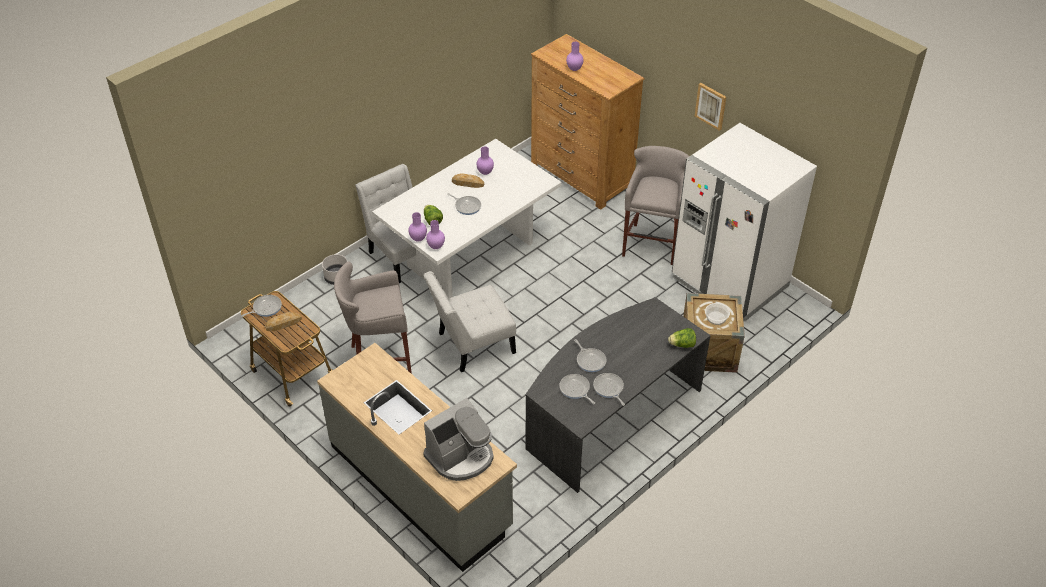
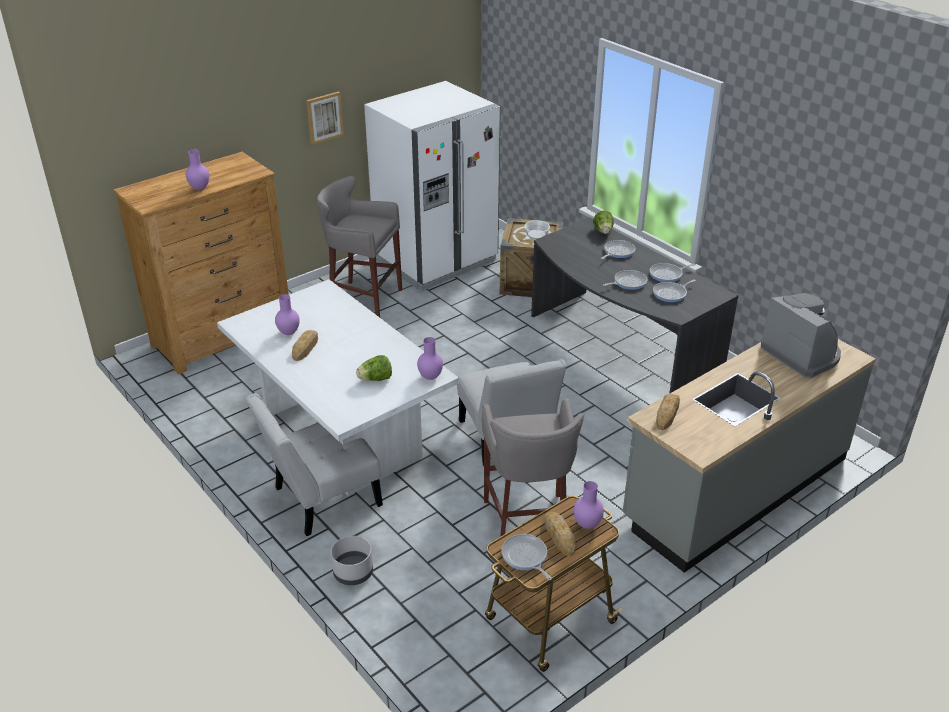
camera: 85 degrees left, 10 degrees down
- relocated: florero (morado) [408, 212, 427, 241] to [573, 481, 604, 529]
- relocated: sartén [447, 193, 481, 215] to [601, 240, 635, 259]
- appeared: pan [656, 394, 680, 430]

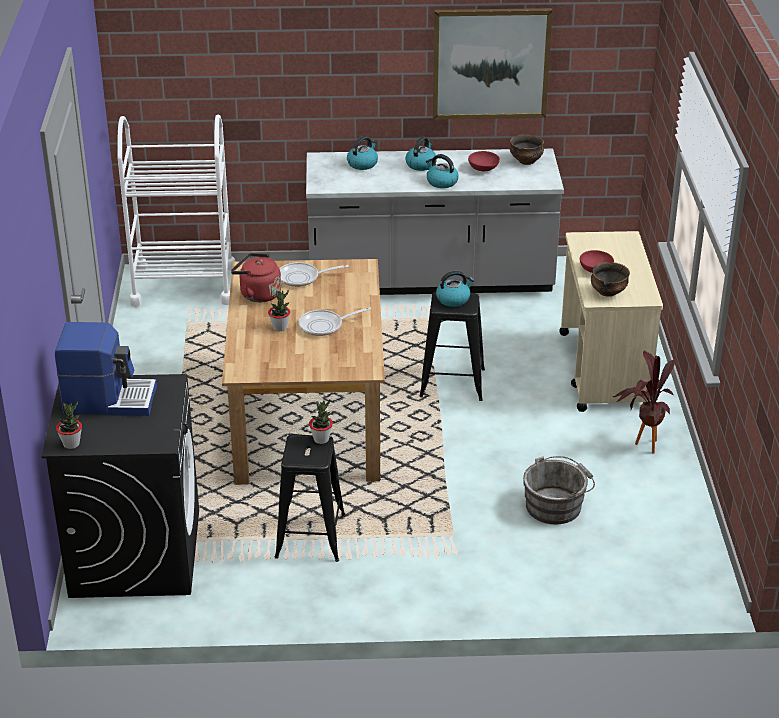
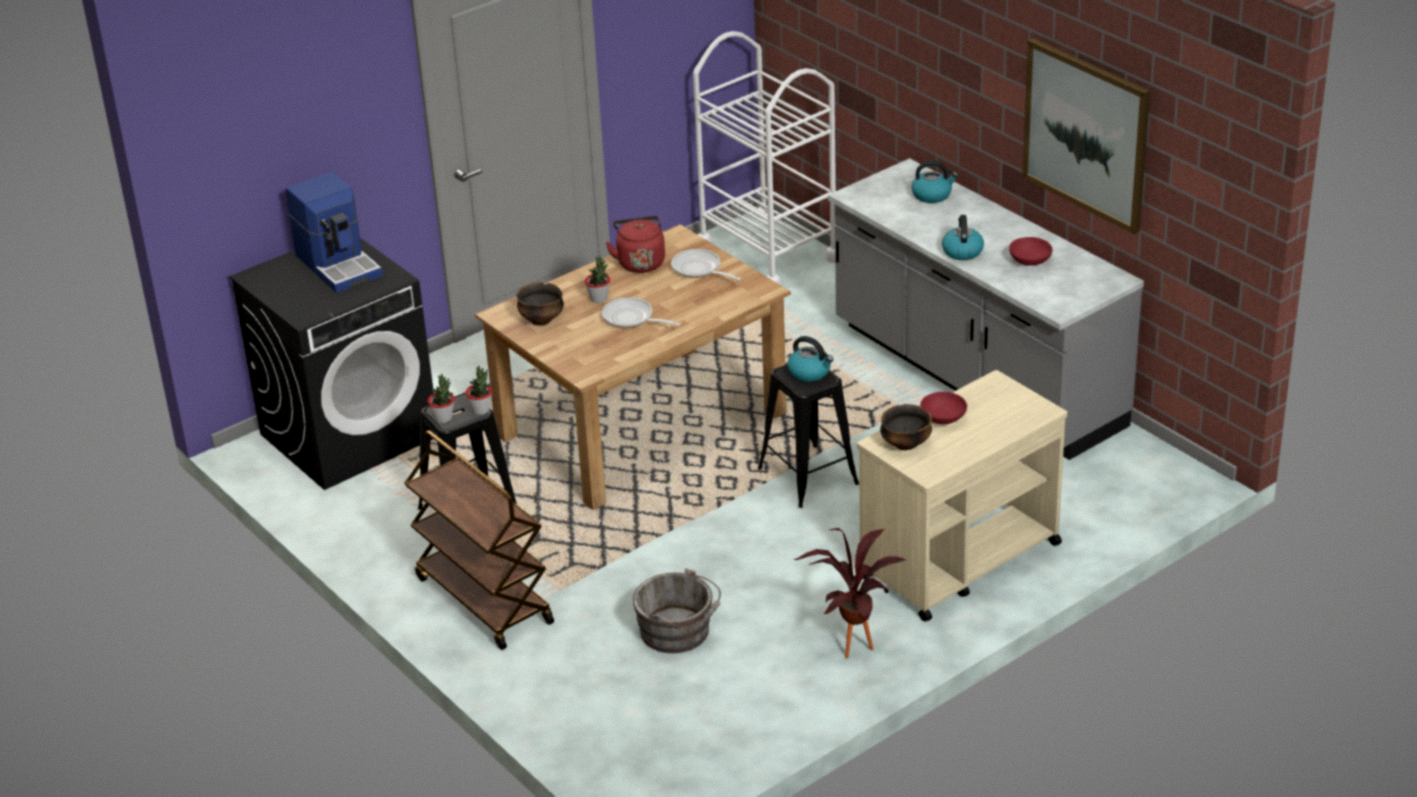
camera: 55 degrees right, 0 degrees up
- appeared: carrito (marrón) [405, 430, 554, 650]
- relocated: planta en maceta [56, 401, 82, 449] to [428, 374, 455, 423]
- relocated: cuenco [510, 134, 544, 165] to [516, 282, 564, 326]
- missing: hervidor [405, 137, 437, 171]

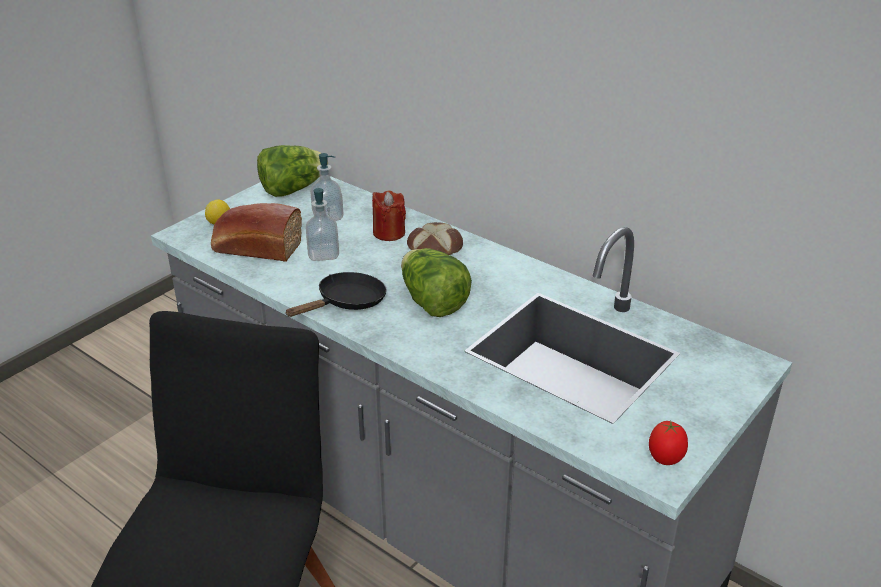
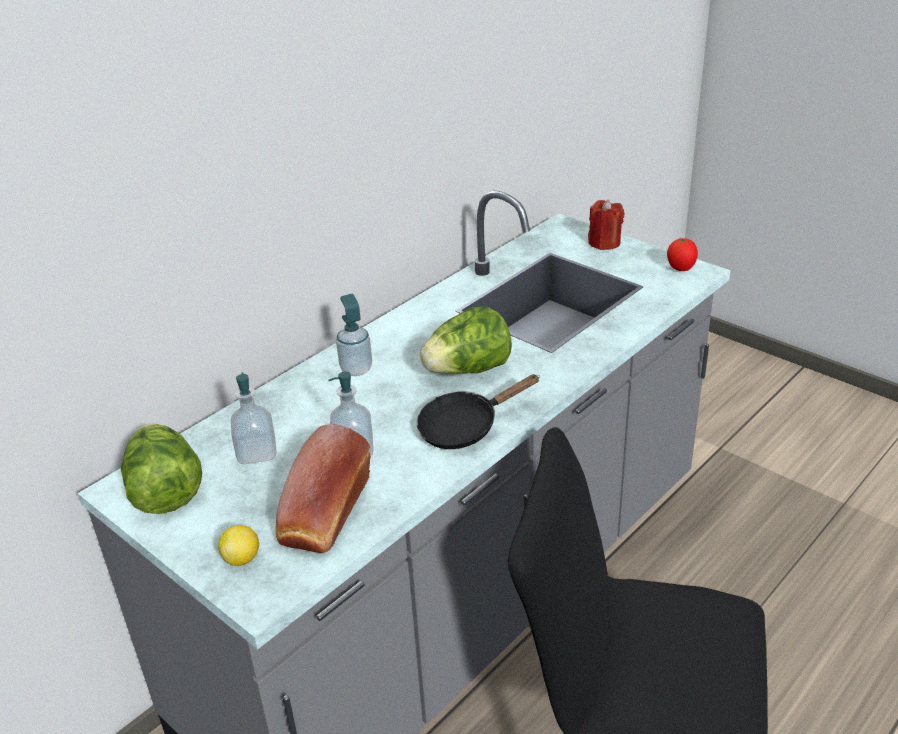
camera: 85 degrees left, 0 degrees up
- exchanged: pan [407, 222, 463, 255] to dispensador de jabón [336, 294, 372, 376]
- spun: sartén (negro) [285, 272, 387, 317] = [416, 374, 540, 449] 75 degrees counterclockwise
- relocated: vela (rojo) [372, 190, 406, 241] to [588, 200, 624, 250]

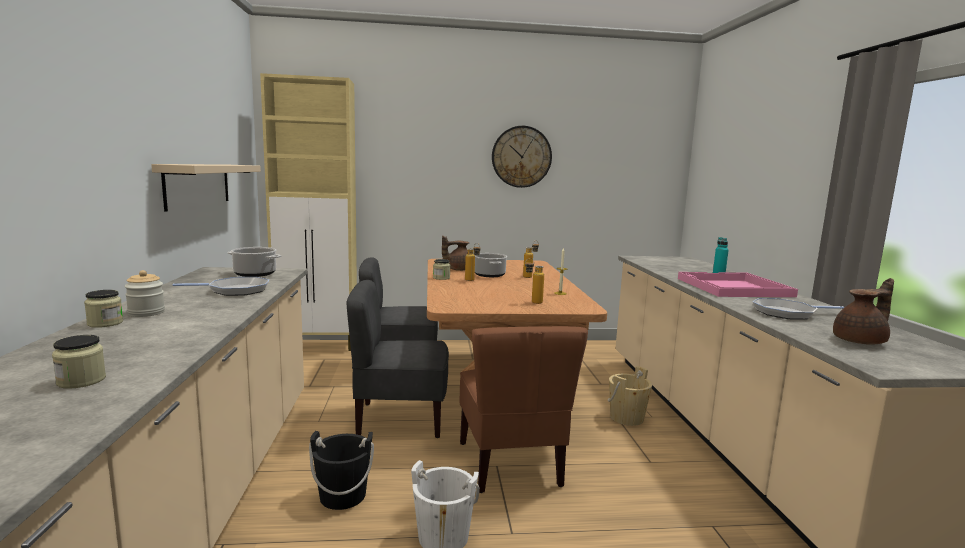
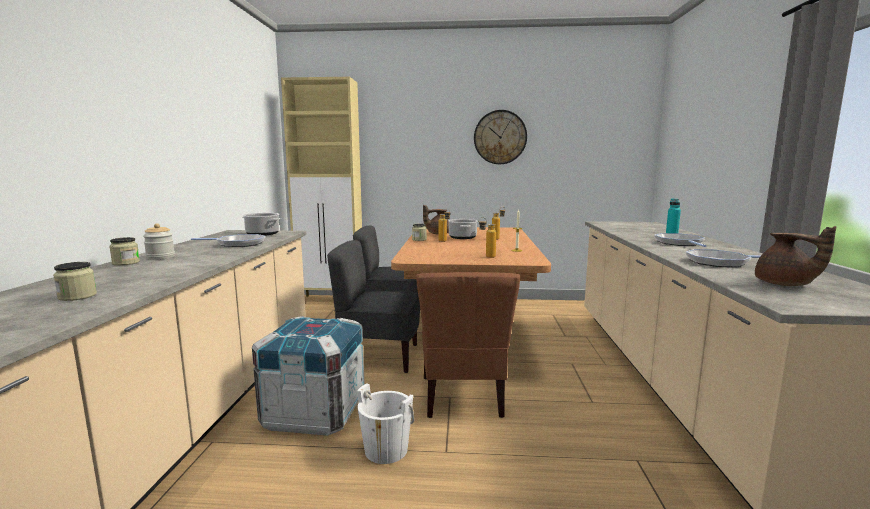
camera: 10 degrees right, 0 degrees up
- exchanged: cubo (negro) [309, 431, 374, 510] to caja de embalaje [252, 316, 365, 436]
- exchanged: bandeja (rosa) [678, 272, 798, 297] to sartén [654, 233, 706, 247]
- spun: tetera (marrón) [833, 278, 894, 345] = [755, 226, 836, 286] 75 degrees clockwise
- missing: estante (beis) [151, 164, 261, 212]
- missing: cubo (beis) [608, 366, 652, 426]

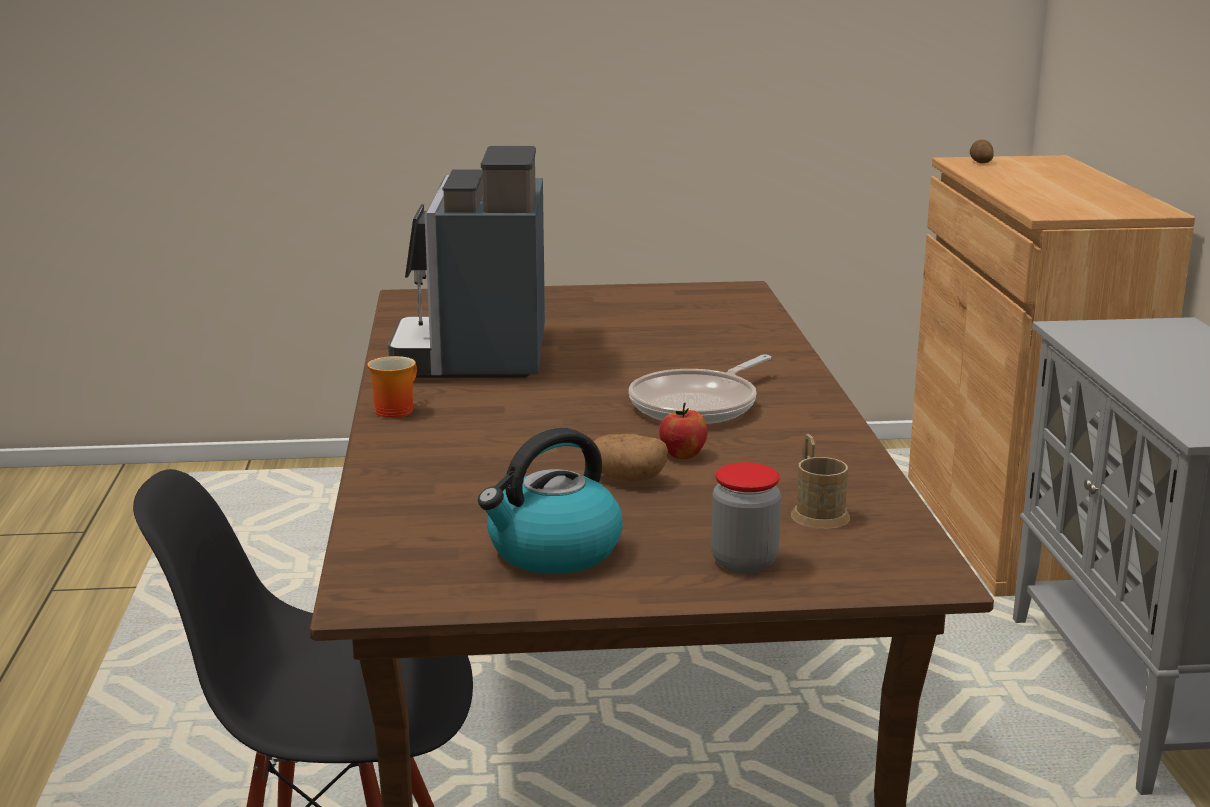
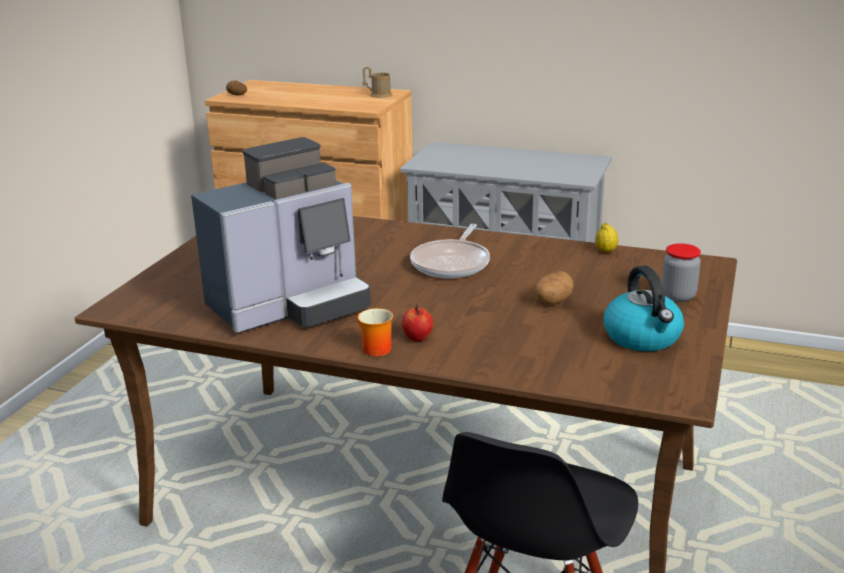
camera: 65 degrees left, 5 degrees up
- spun: cafetera [388, 146, 545, 378] = [191, 137, 371, 332] 60 degrees counterclockwise
- relocated: taza grande (marrón) [791, 434, 850, 529] to [363, 67, 392, 98]
- relocated: manzana [659, 403, 708, 459] to [402, 304, 434, 342]
- spun: sartén [629, 354, 771, 424] = [410, 224, 490, 278] 45 degrees clockwise
- appeared: limón [595, 223, 618, 253]

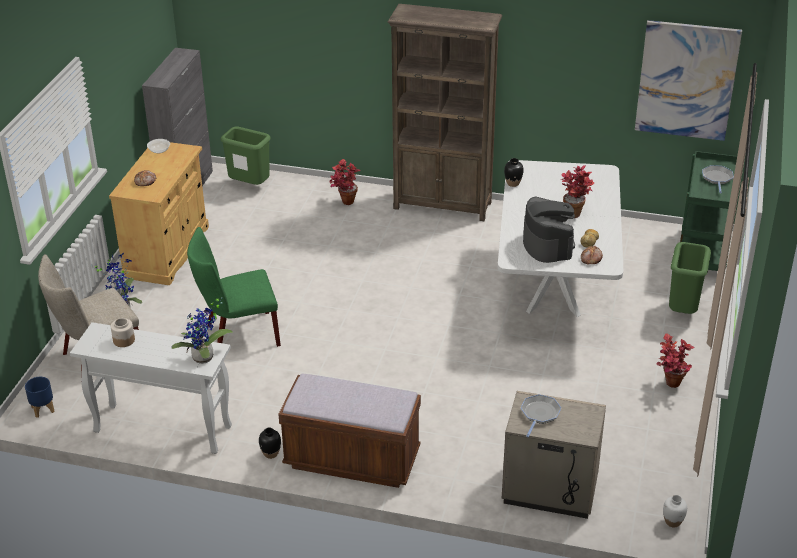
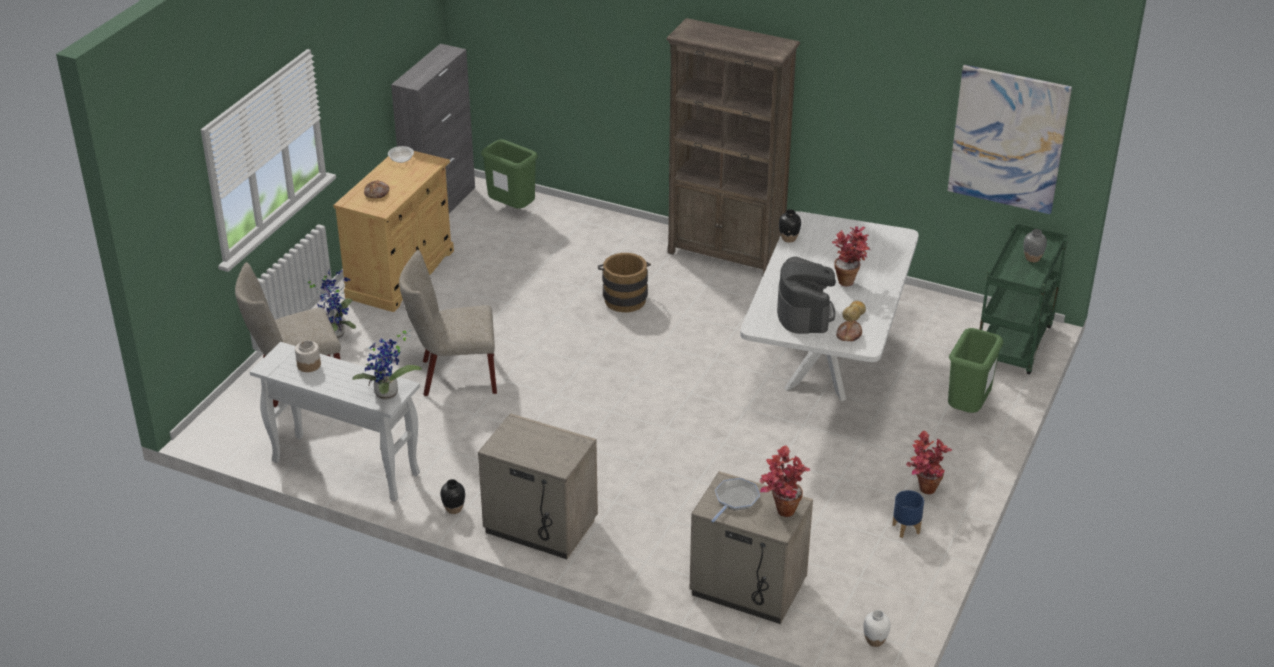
camera: 10 degrees right, 0 degrees up
- colour: silla (verde) [187, 227, 281, 347] to silla (beis) [399, 250, 497, 396]
- exchanged: banco (marrón) [278, 374, 421, 488] to mesita de noche (beis) [478, 413, 598, 559]
- appeared: cubo (marrón) [598, 253, 651, 312]
- relocated: planta en maceta [330, 159, 361, 205] to [760, 445, 810, 517]
- relocated: maceta (azul) [25, 377, 54, 418] to [892, 490, 924, 538]
- exchanged: sartén [702, 165, 734, 193] to florero (gris) [1024, 229, 1047, 262]

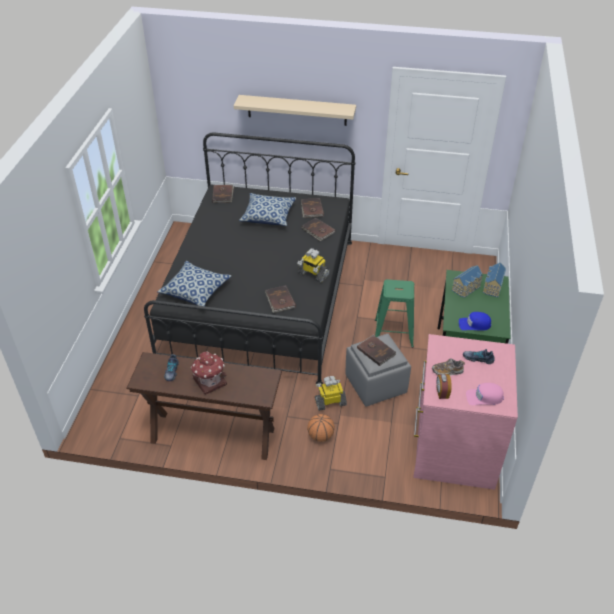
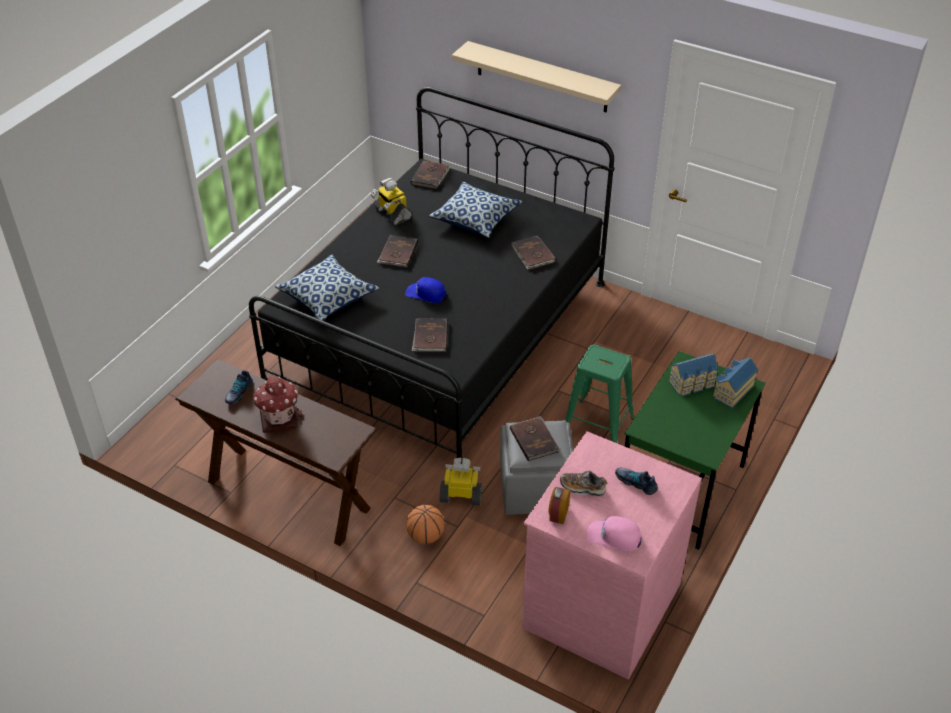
camera: 20 degrees right, 0 degrees up
- relocated: robot de juguete [297, 248, 330, 283] to [370, 178, 412, 225]
- relocated: libro (marrón) [301, 198, 324, 218] to [377, 235, 418, 268]
- relocated: gorra (azul) [459, 312, 491, 331] to [405, 277, 447, 303]

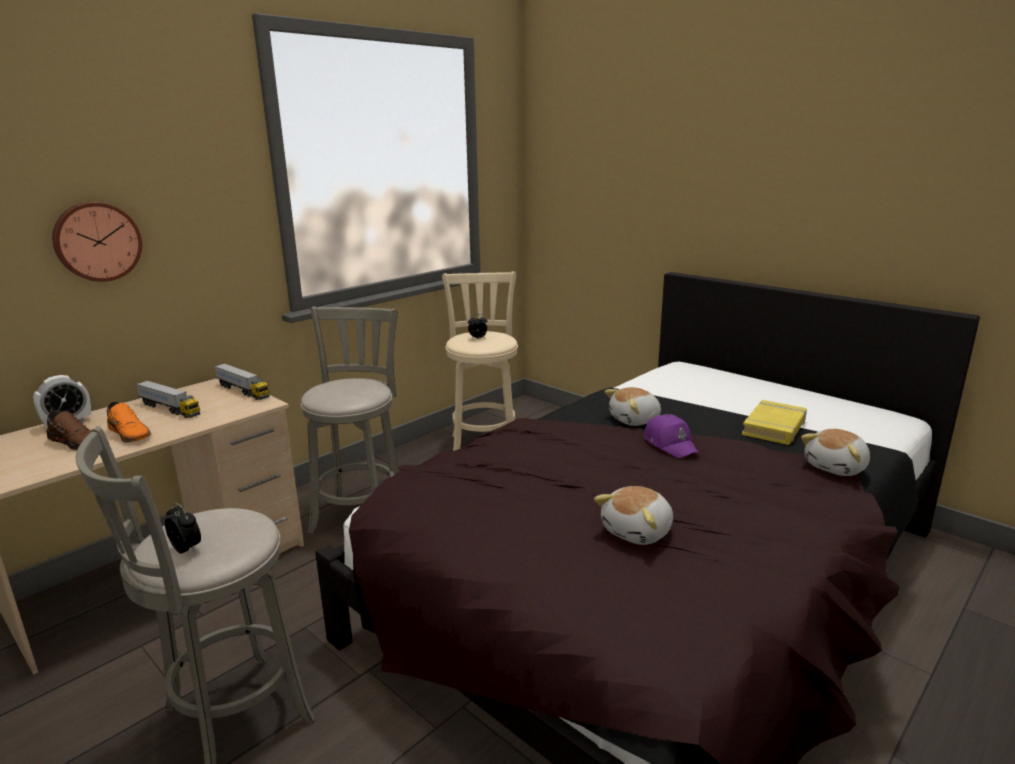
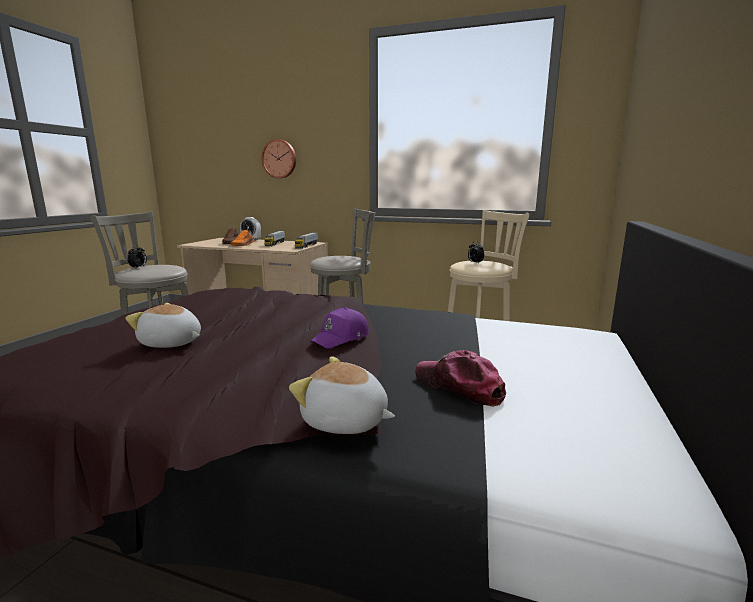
camera: 65 degrees right, 5 degrees down
- exchanged: libro (amarillo) [742, 400, 807, 445] to gorra [415, 350, 506, 407]
- missing: peluche [604, 387, 661, 426]

